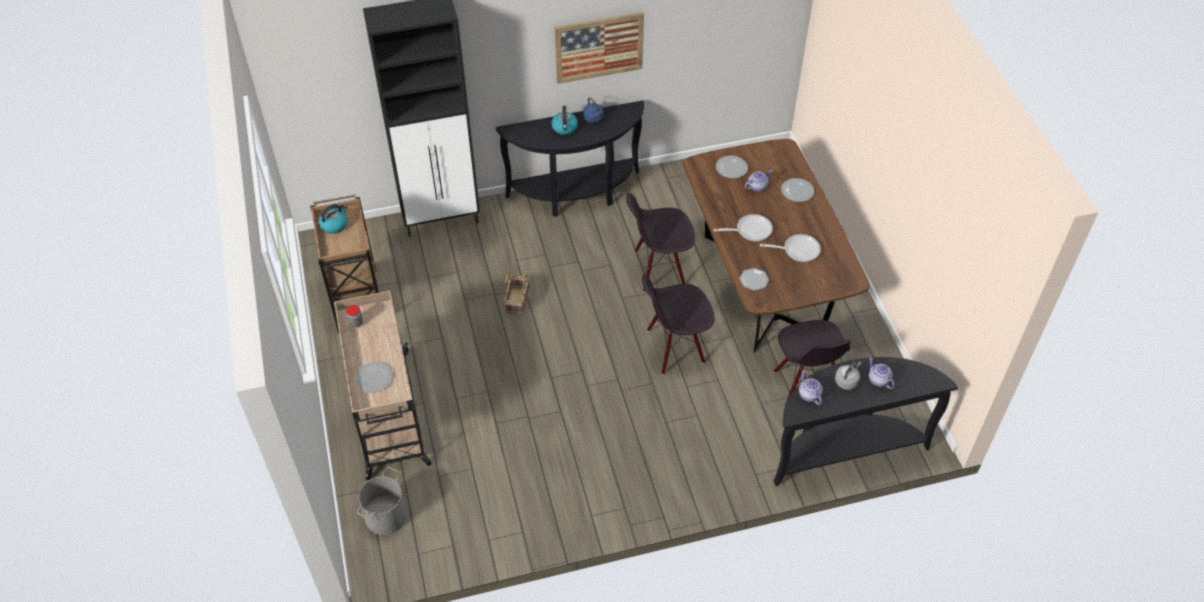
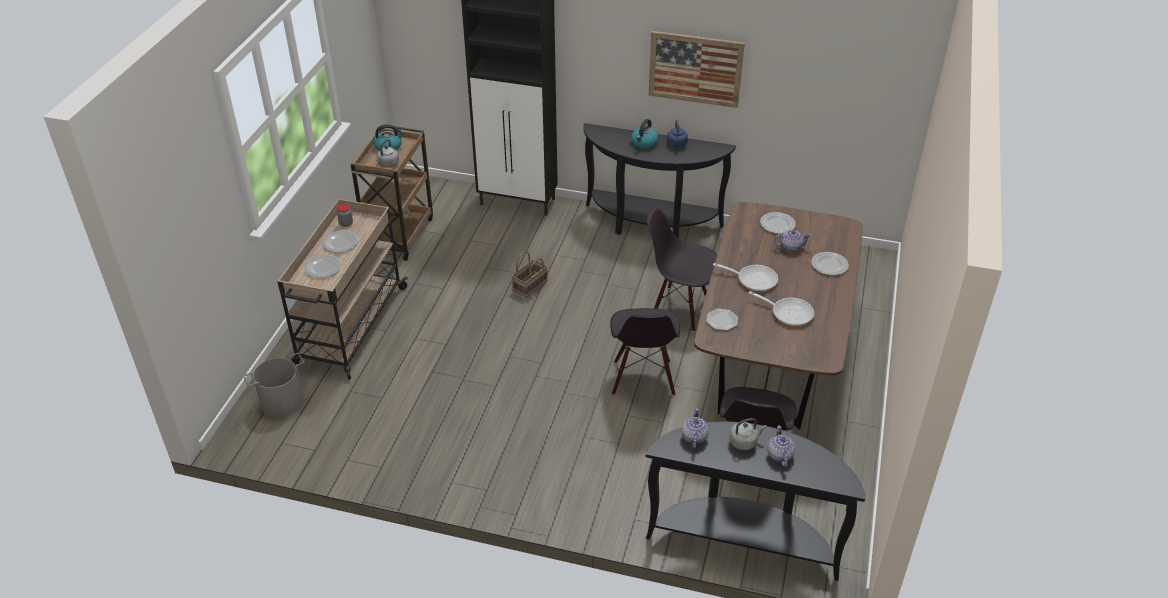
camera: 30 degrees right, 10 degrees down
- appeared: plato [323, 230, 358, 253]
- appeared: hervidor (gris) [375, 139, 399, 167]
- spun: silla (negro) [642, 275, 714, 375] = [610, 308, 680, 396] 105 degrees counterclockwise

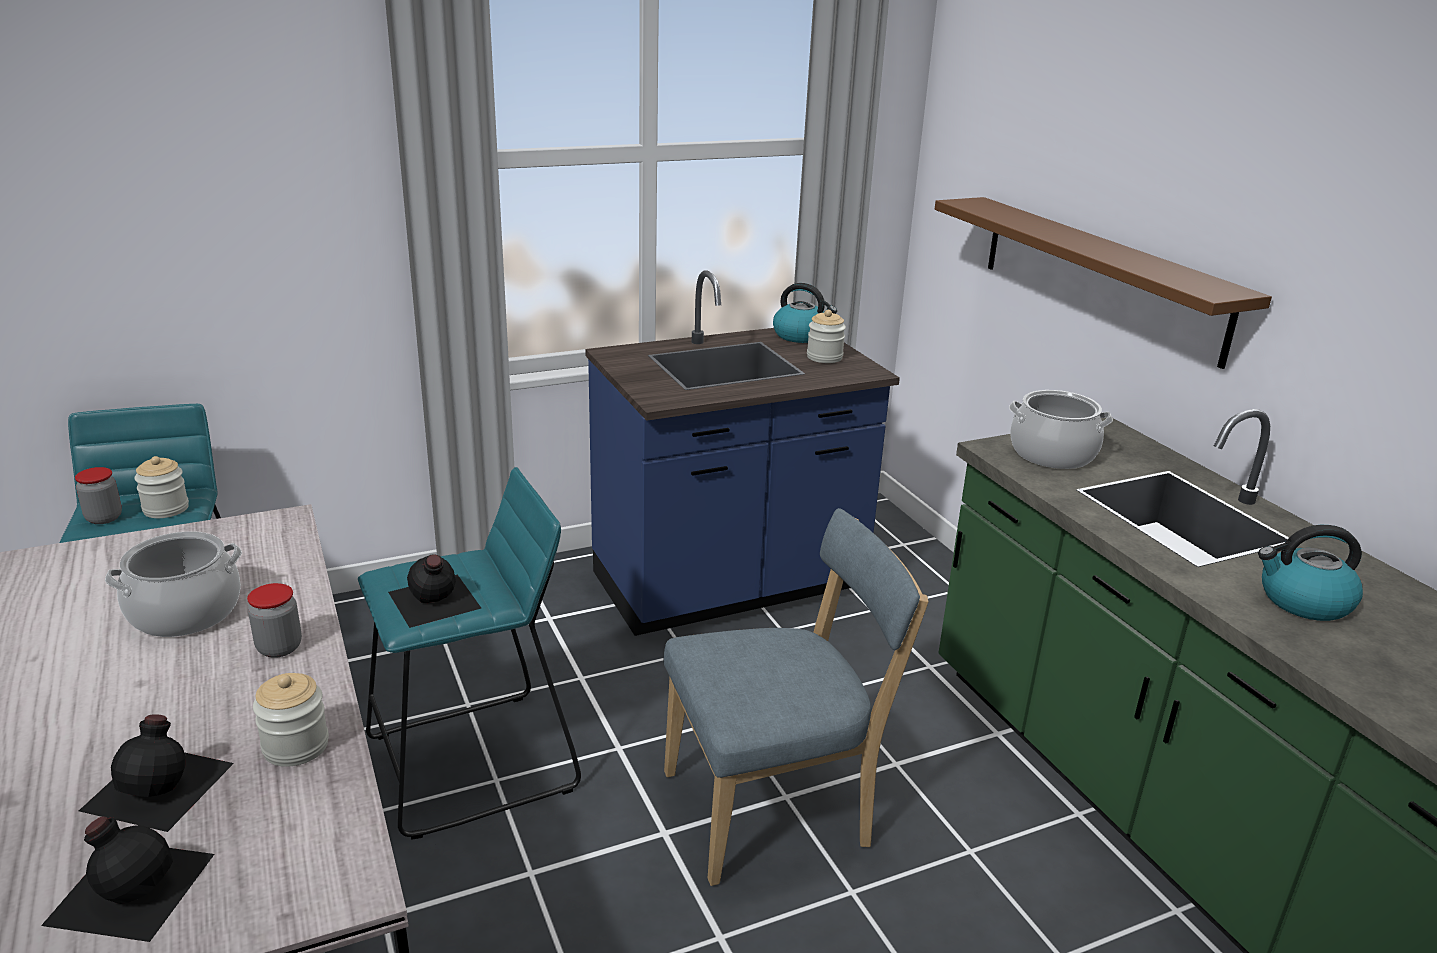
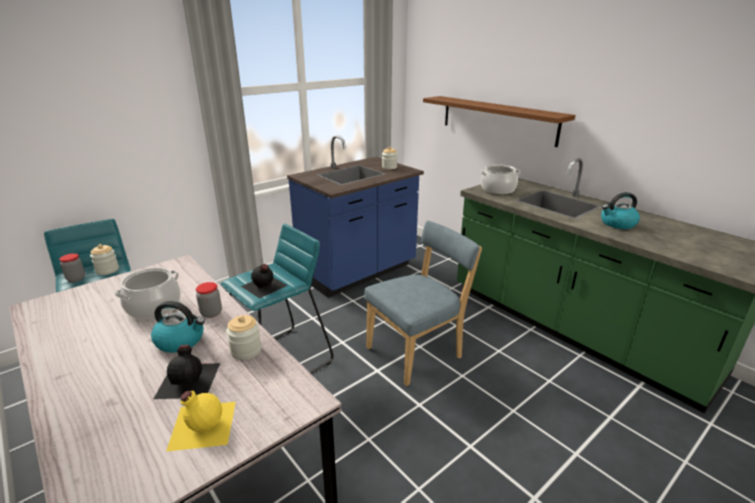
camera: 15 degrees left, 0 degrees up
- relocated: hervidor [773, 283, 837, 343] to [151, 301, 205, 353]
- colour: botella (negro) [41, 816, 214, 942] to botella (amarillo) [166, 391, 236, 452]

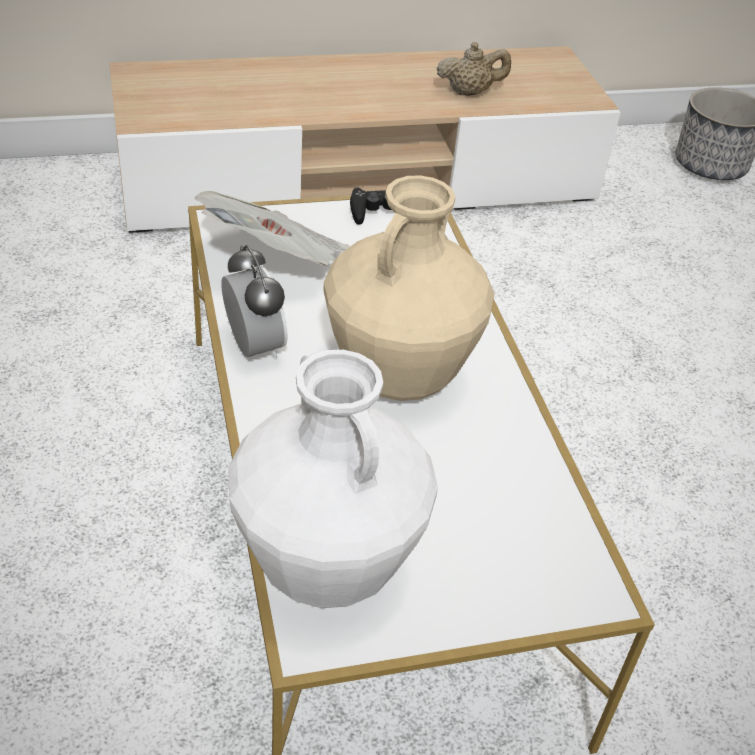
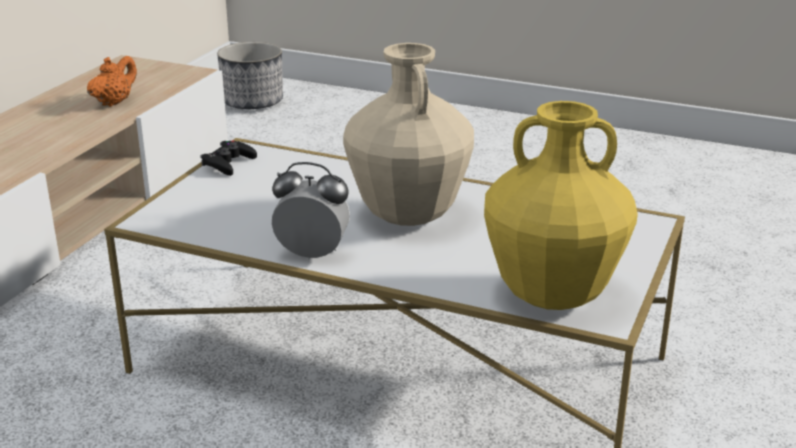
camera: 50 degrees left, 15 degrees down
- colour: tetera (beis) [437, 42, 511, 96] to tetera (naranja) [87, 56, 137, 107]
- colour: florero (blanco) [228, 350, 438, 608] to florero (amarillo) [484, 101, 638, 310]
- missing: periódico [195, 191, 350, 266]

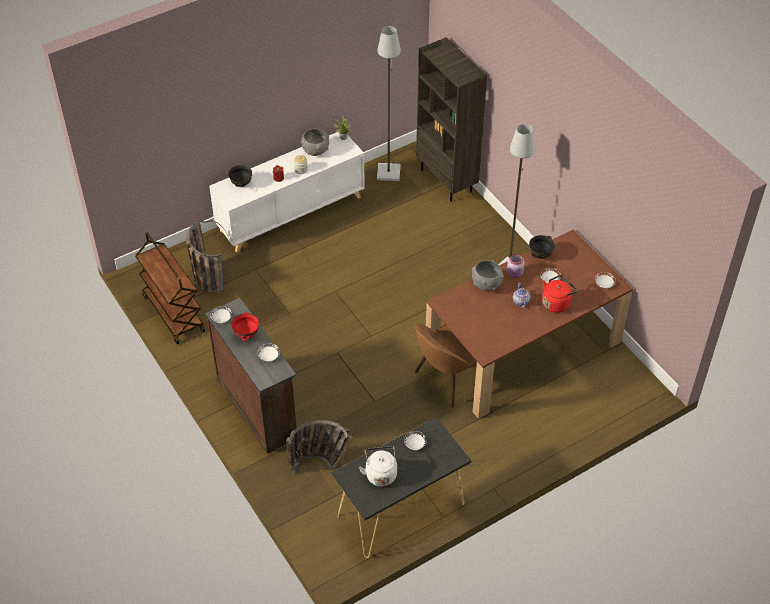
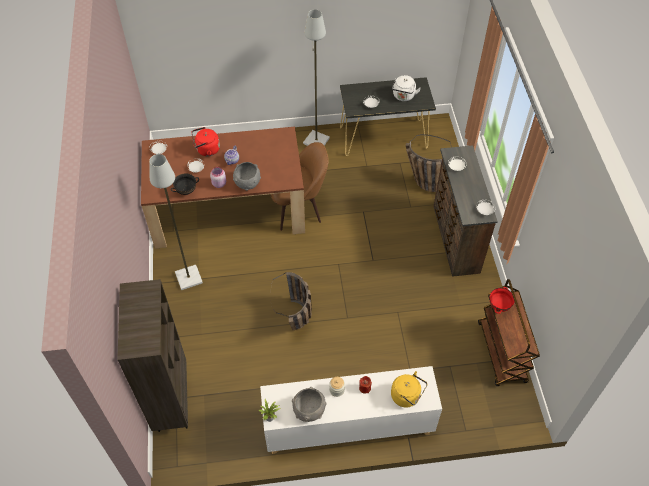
camera: 155 degrees left, 5 degrees up
- relocated: cesta [186, 220, 231, 293] to [270, 272, 312, 330]
- relocated: lámpara de pie (gris) [377, 26, 401, 181] to [303, 9, 330, 146]
- exchanged: cuenco (negro) [228, 165, 252, 187] to hervidor (amarillo) [391, 371, 427, 408]
- relocated: cuenco (rojo) [231, 312, 259, 340] to [490, 287, 515, 314]

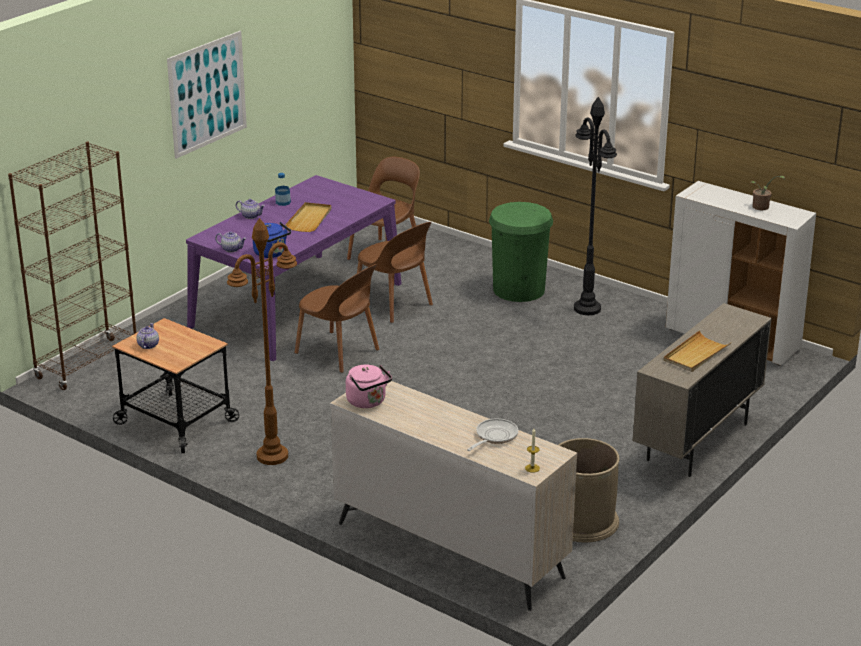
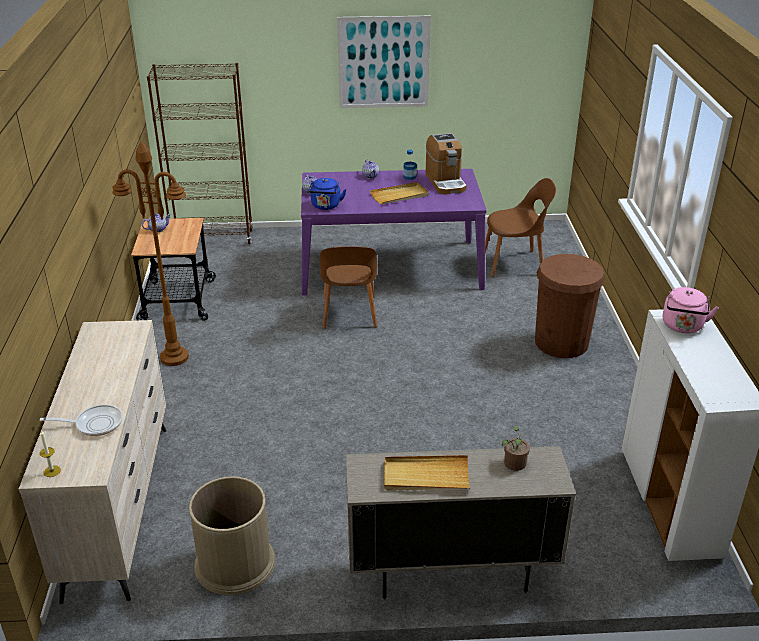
camera: 50 degrees right, 5 degrees up
- appeared: cafetera [426, 133, 467, 195]
- relocated: planta en maceta [751, 176, 785, 210] to [502, 426, 530, 471]
- colour: papelera (verde) [489, 202, 553, 302] to papelera (marrón) [535, 254, 605, 358]
- relocated: hervidor (rosa) [346, 365, 392, 408] to [663, 287, 719, 333]
- missing: silla (marrón) [357, 222, 433, 323]
- missing: lámpara de pie (negro) [574, 97, 617, 315]

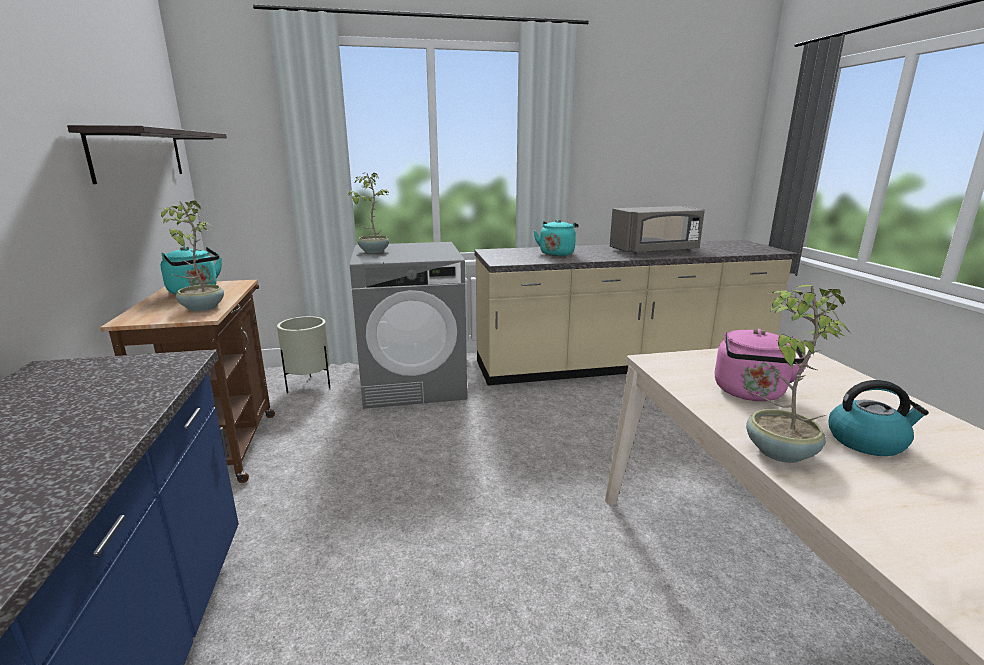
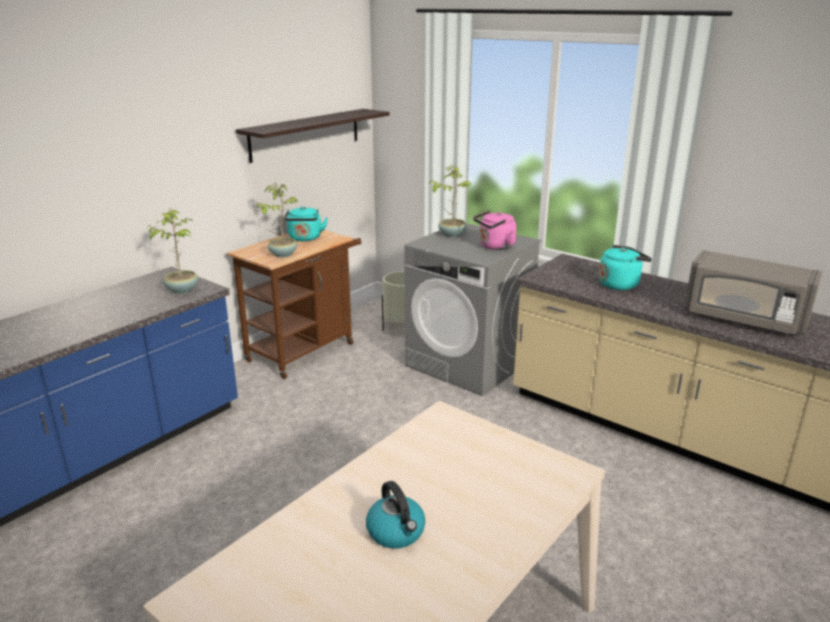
camera: 50 degrees right, 5 degrees up
- relocated: planta en maceta [746, 285, 849, 463] to [147, 208, 199, 294]
- relocated: hervidor (rosa) [715, 329, 811, 401] to [473, 210, 516, 250]

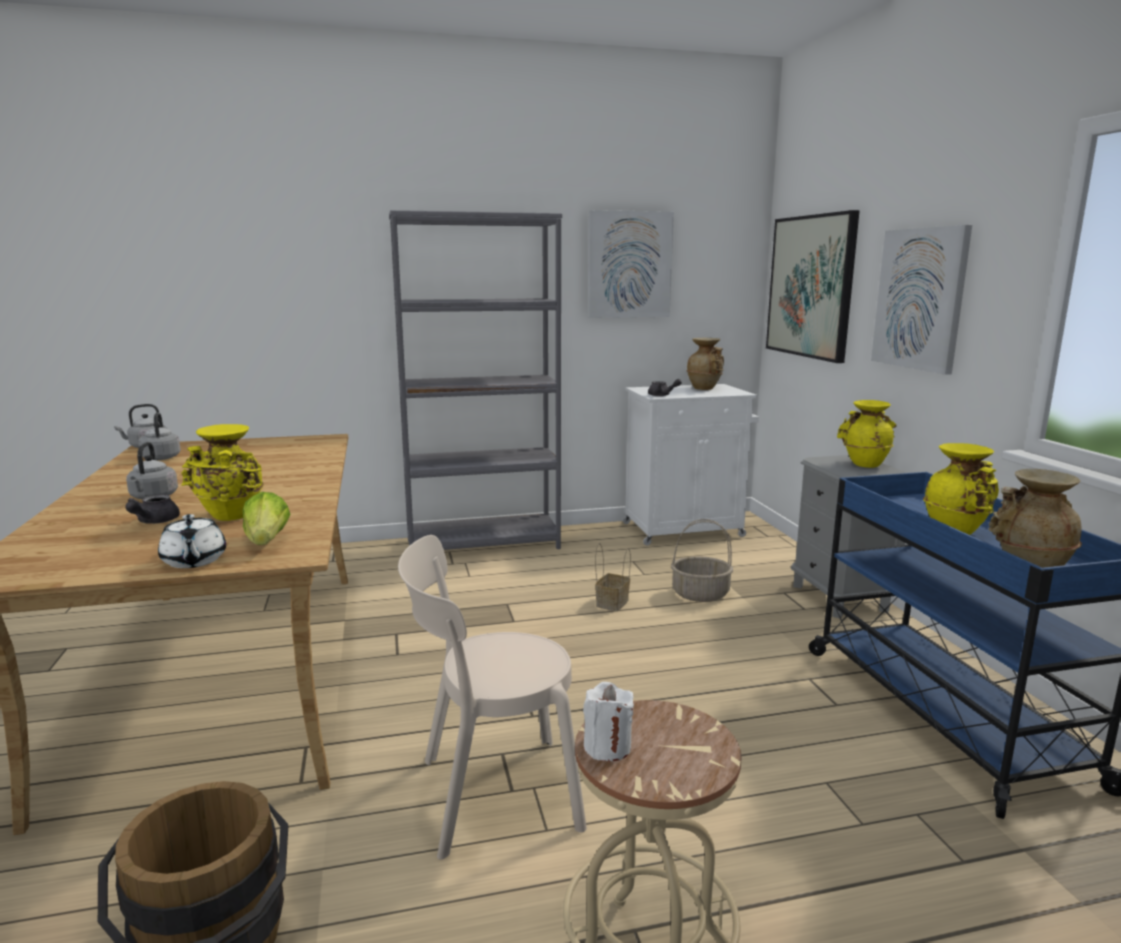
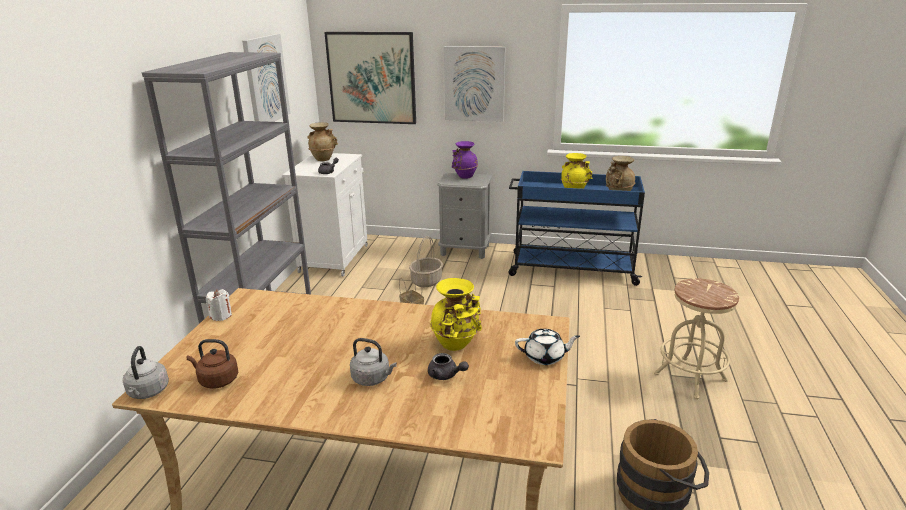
camera: 65 degrees left, 10 degrees up
- colour: hervidor (gris) [138, 413, 181, 460] to hervidor (marrón) [187, 339, 238, 389]
- relocated: vela (blanco) [583, 682, 634, 761] to [206, 289, 232, 321]
- colour: florero (amarillo) [837, 400, 897, 468] to florero (morado) [452, 141, 478, 179]
- missing: lechuga [243, 492, 291, 545]
- missing: silla (beis) [398, 535, 587, 860]

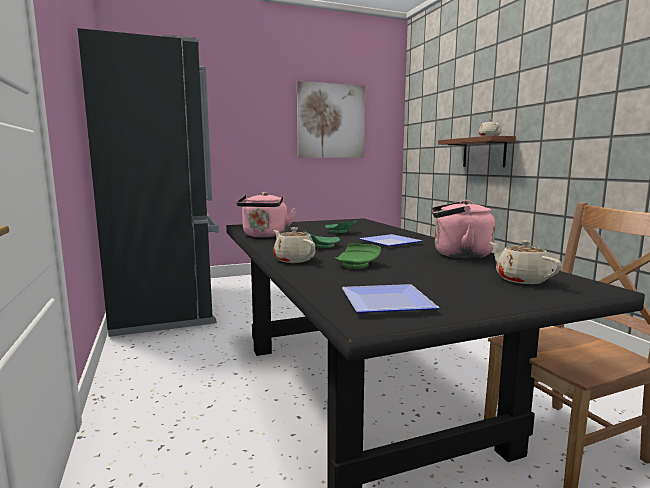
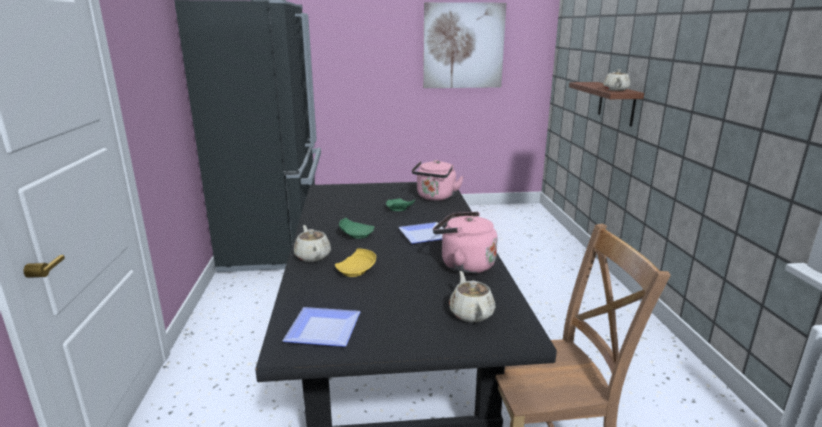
camera: 15 degrees right, 10 degrees up
- colour: plato (verde) [335, 244, 381, 269] to plato (amarillo) [335, 248, 376, 277]
- relocated: hervidor (rosa) [236, 192, 296, 237] to [412, 160, 464, 201]

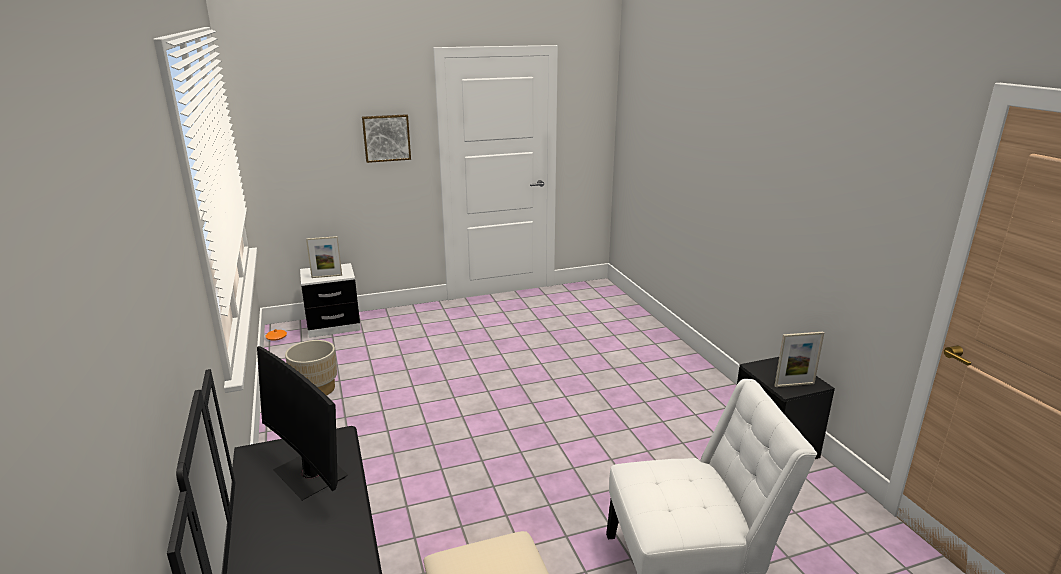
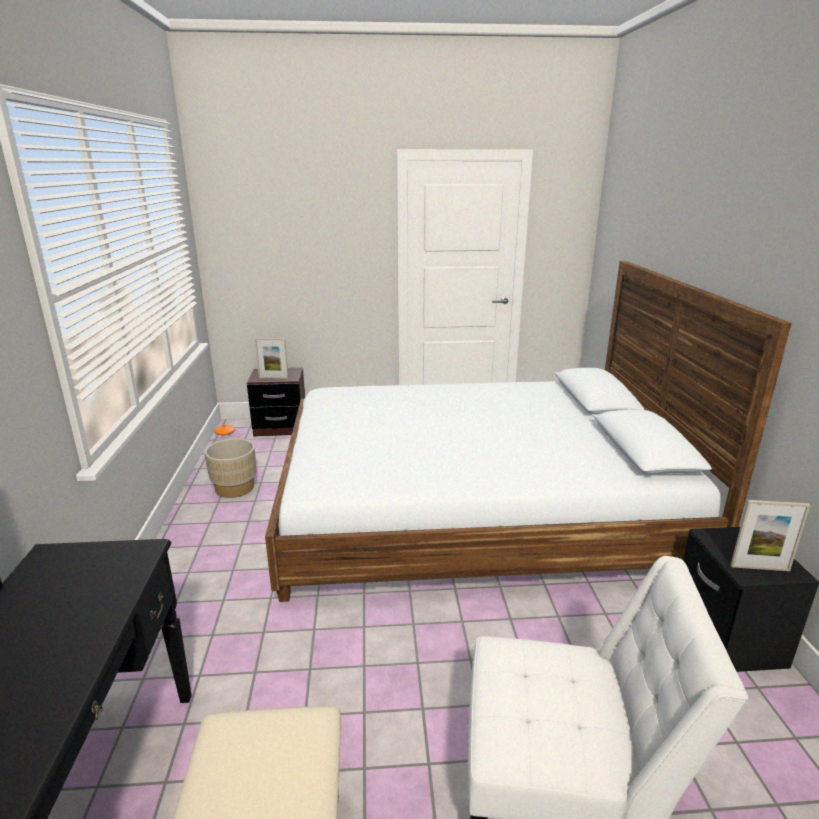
camera: 15 degrees right, 0 degrees up
- colour: mesita de noche (blanco) [300, 263, 361, 338] to mesita de noche (marrón) [247, 368, 305, 436]
- appeared: cama [265, 261, 791, 602]
- missing: monitor [257, 346, 348, 500]
- missing: cuadro [362, 114, 411, 163]

